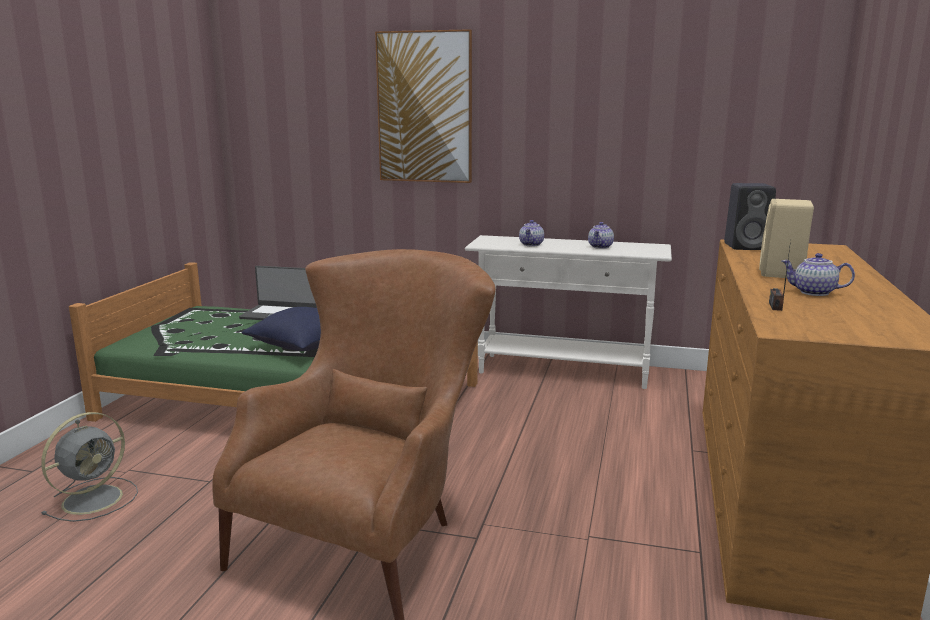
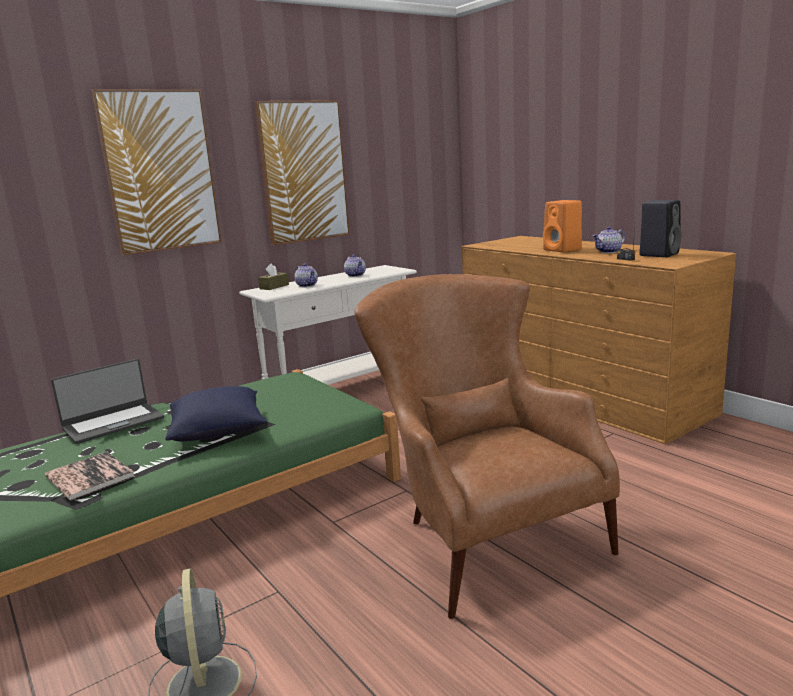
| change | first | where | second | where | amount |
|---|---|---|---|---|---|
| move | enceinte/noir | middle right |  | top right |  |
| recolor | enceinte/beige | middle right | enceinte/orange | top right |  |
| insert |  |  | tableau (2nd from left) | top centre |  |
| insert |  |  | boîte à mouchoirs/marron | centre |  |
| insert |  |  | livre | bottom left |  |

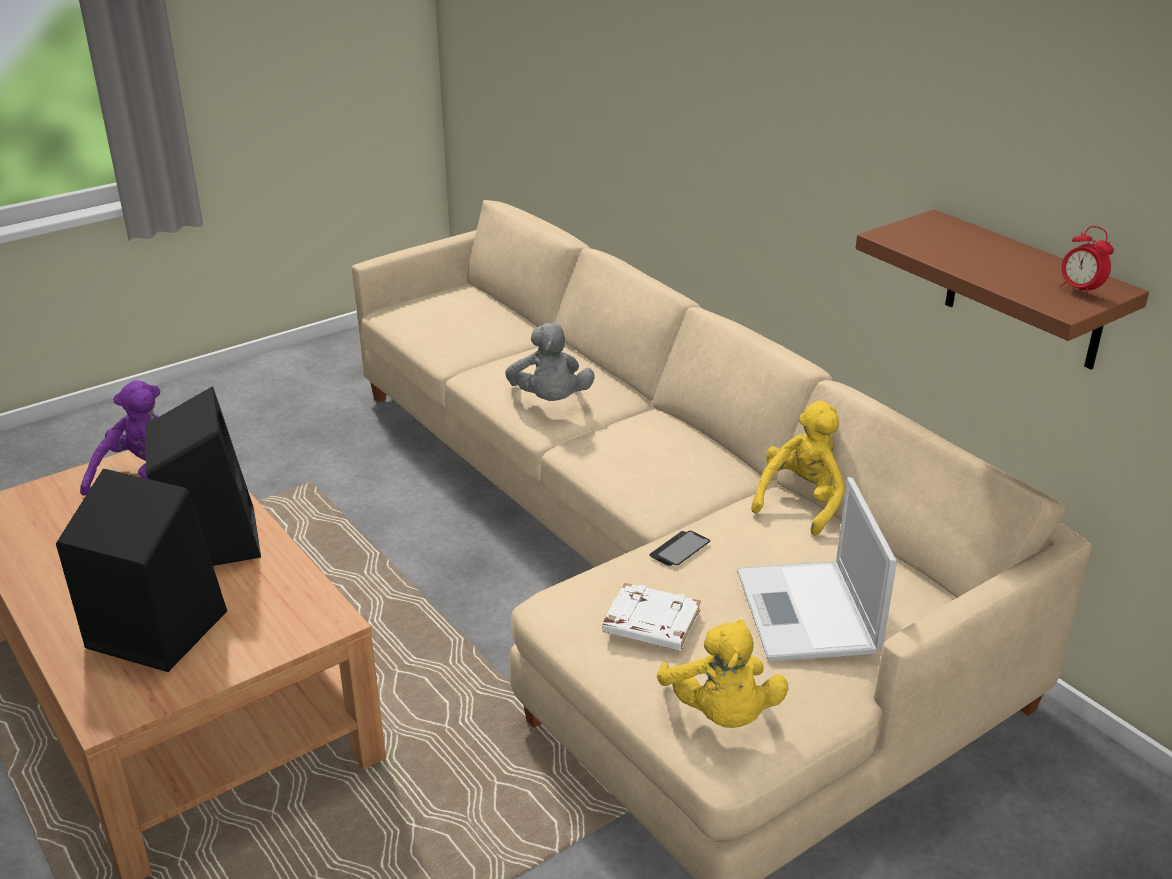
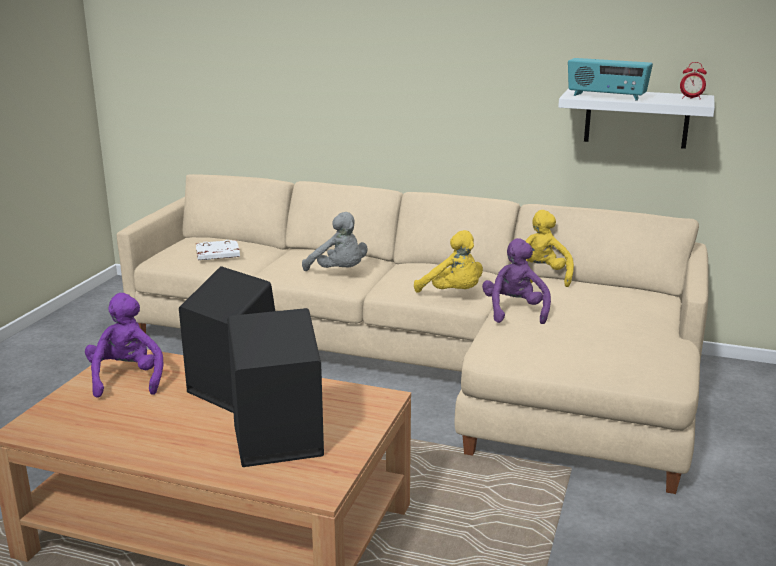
| change | first | where | second | where | amount |
|---|---|---|---|---|---|
| recolor | étagère/marron | top right | étagère/blanc | top right |  |
| delete | ordinateur portable | middle right |  |  |  |
| replace | téléphone | centre | peluche/violet (2nd from left) | centre |  |
| move | livre/blanc | bottom centre |  | middle left |  |
| move | peluche/jaune (1st from left) | bottom centre |  | centre |  |
| insert |  |  | radio | top right |  |

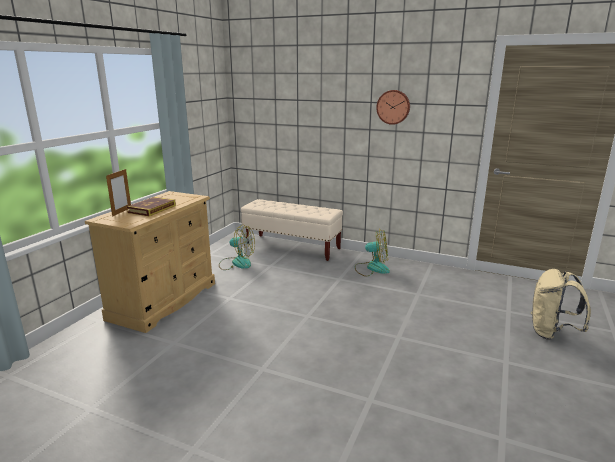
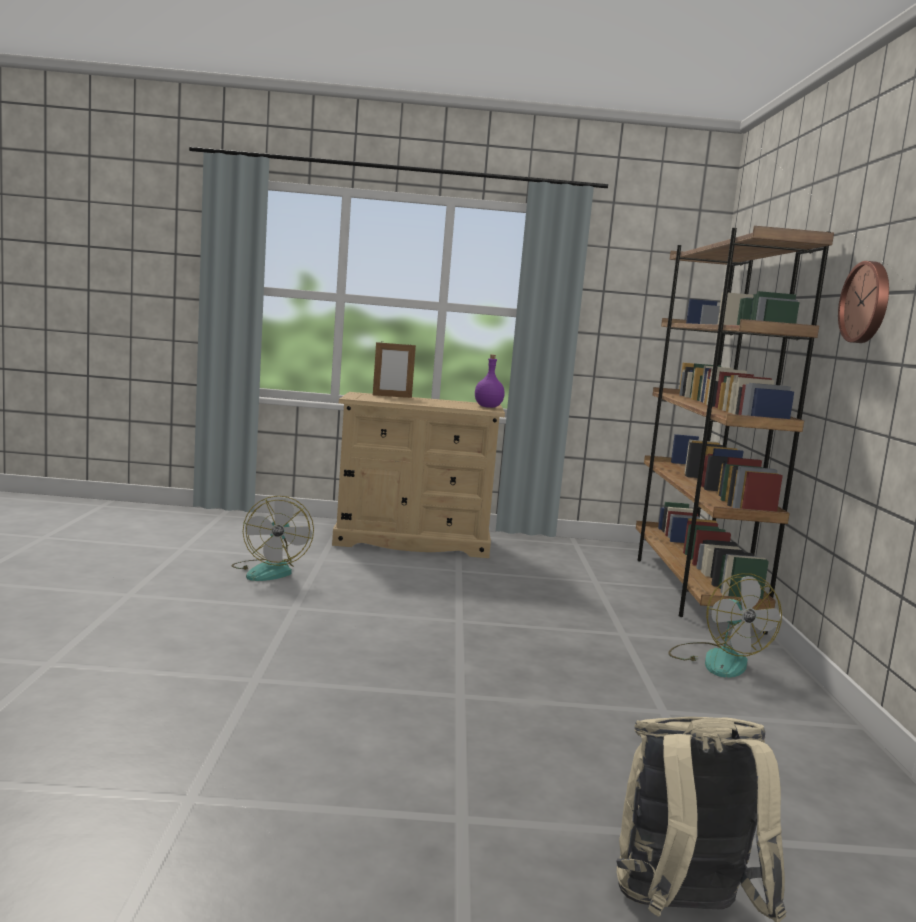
| change | first | where | second | where | amount |
|---|---|---|---|---|---|
| delete | livre | middle left |  |  |  |
| replace | banc/beige | centre | bibliothèque/marron | middle right |  |
| move | ventilateur (1st from left) | centre |  | middle left |  |
| insert |  |  | bouteille/violet | centre |  |

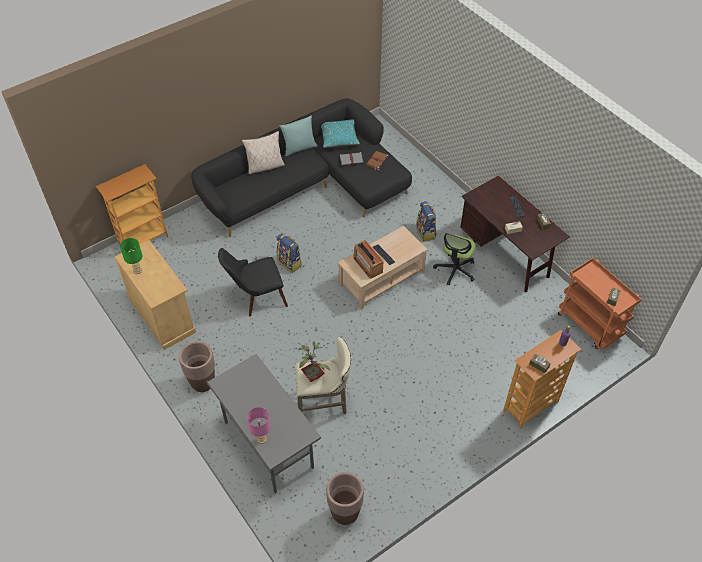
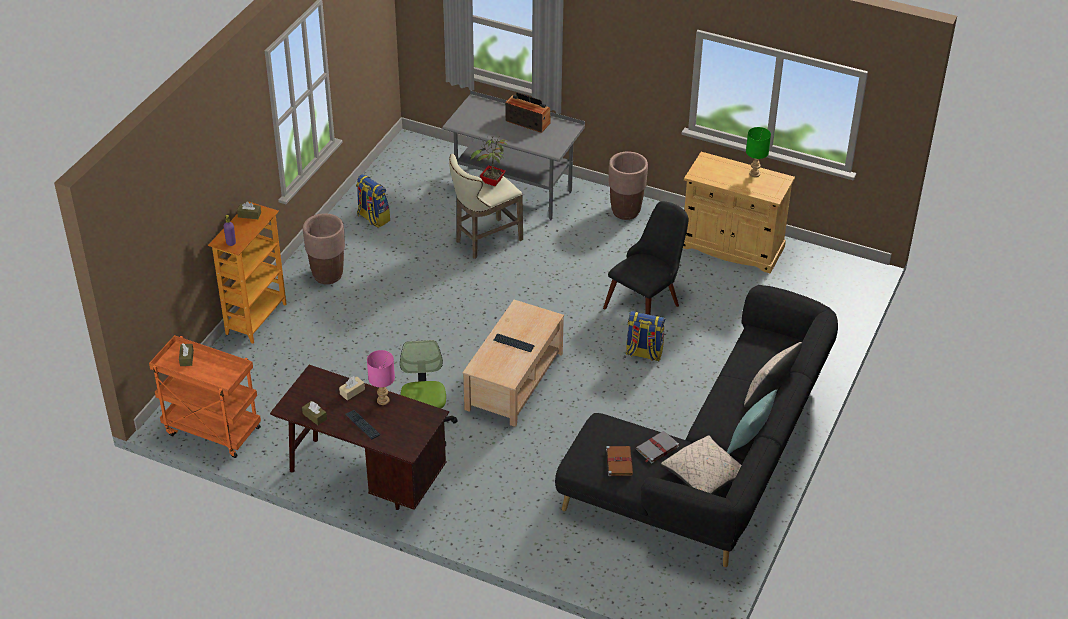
| change | first | where | second | where | amount |
|---|---|---|---|---|---|
| recolor | coussin/turquoise (2nd from left) | top centre | coussin/beige (1st from left) | bottom centre |  |
| delete | bibliothèque (1st from left) | middle left |  |  |  |
| move | sac à dos (2nd from left in the first image) | centre | sac à dos (1st from left) | top centre |  |
| move | radio | centre |  | top centre |  |
| move | lampe de table/rose | bottom centre |  | centre |  |
| move | cache-pot/marron (2nd from left in the first image) | bottom centre | cache-pot/marron (1st from left) | middle left |  |

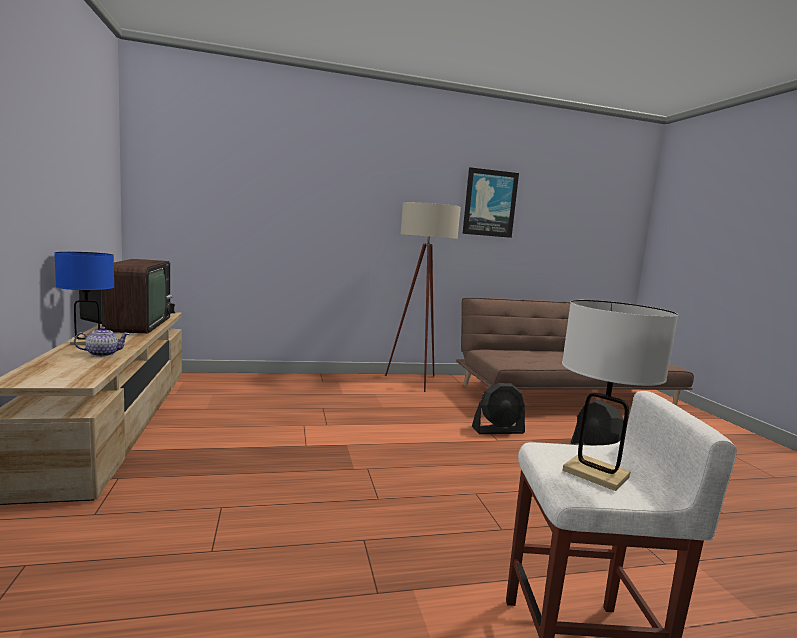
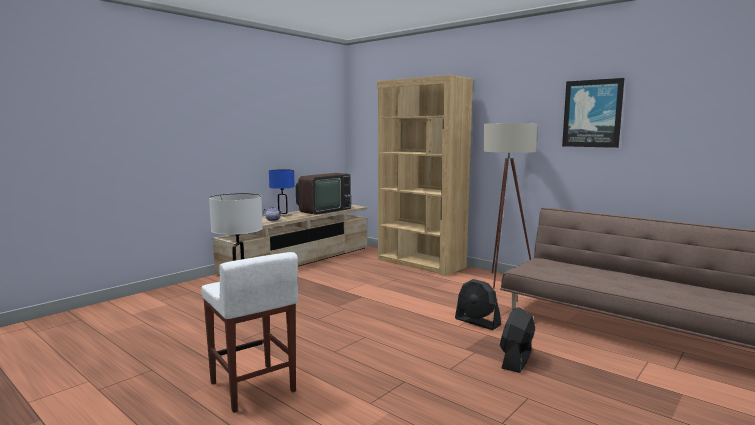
| change | first | where | second | where | amount |
|---|---|---|---|---|---|
| insert |  |  | bibliothèque/marron | centre |  |

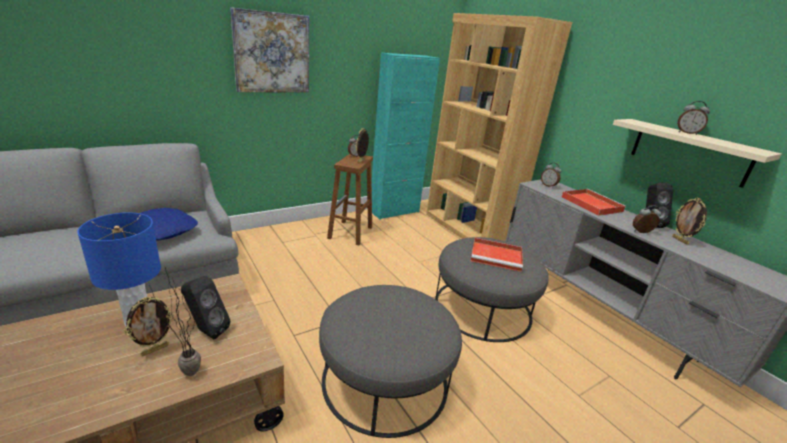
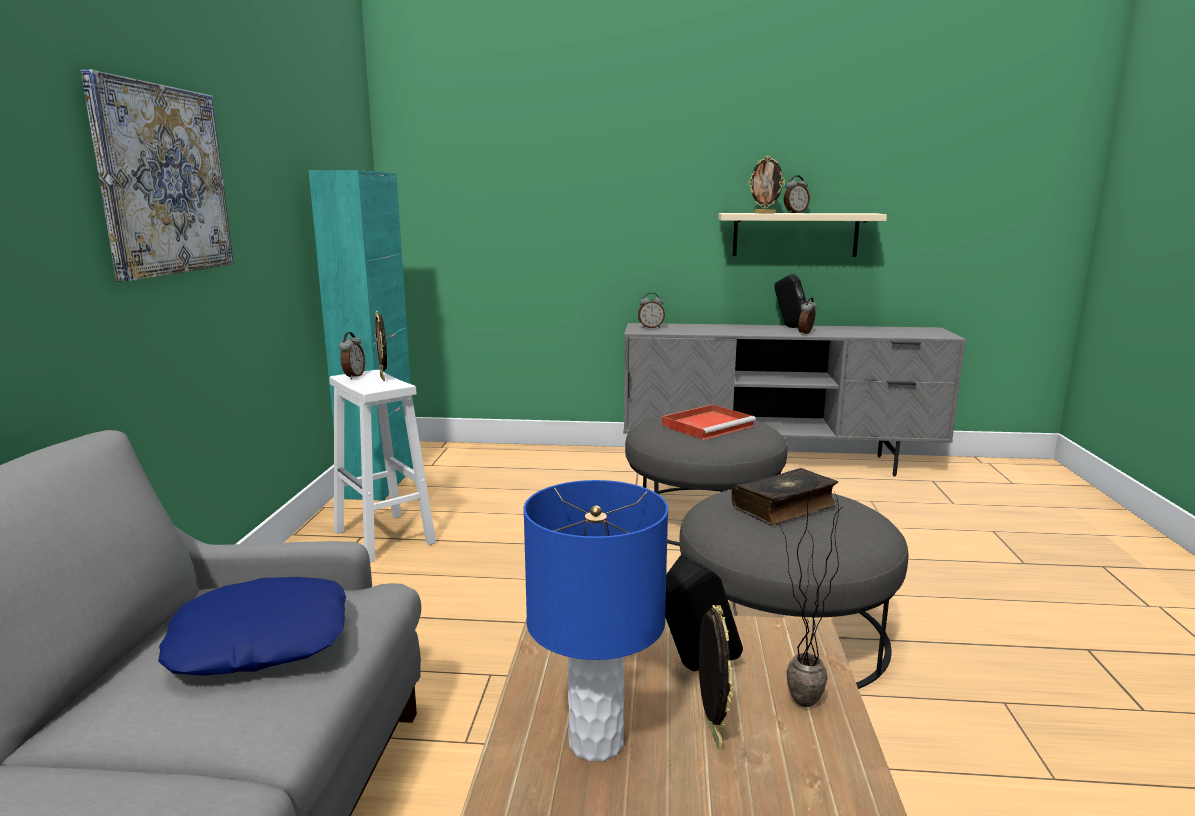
| change | first | where | second | where | amount |
|---|---|---|---|---|---|
| delete | bibliothèque/marron | top centre |  |  |  |
| recolor | tabouret/marron | centre | tabouret/blanc | middle left |  |
| delete | plateau/rouge (2nd from left) | middle right |  |  |  |
| move | cadre photo (3rd from left) | middle right |  | top centre |  |
| insert |  |  | livre | centre |  |

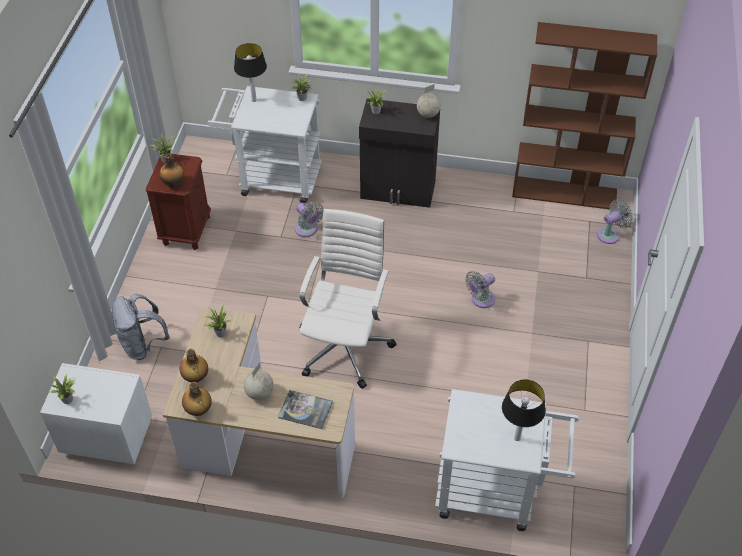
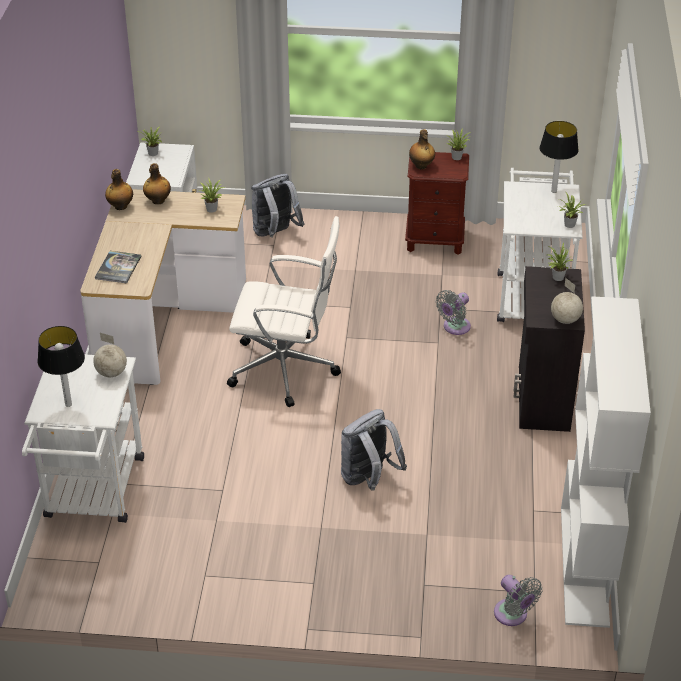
| change | first | where | second | where | amount |
|---|---|---|---|---|---|
| recolor | bibliothèque/marron | top right | bibliothèque/blanc | bottom right |  |
| replace | ventilateur/gris (2nd from left) | centre | sac à dos/gris (2nd from left) | centre |  |
| move | globe (1st from left) | bottom centre |  | middle left |  |

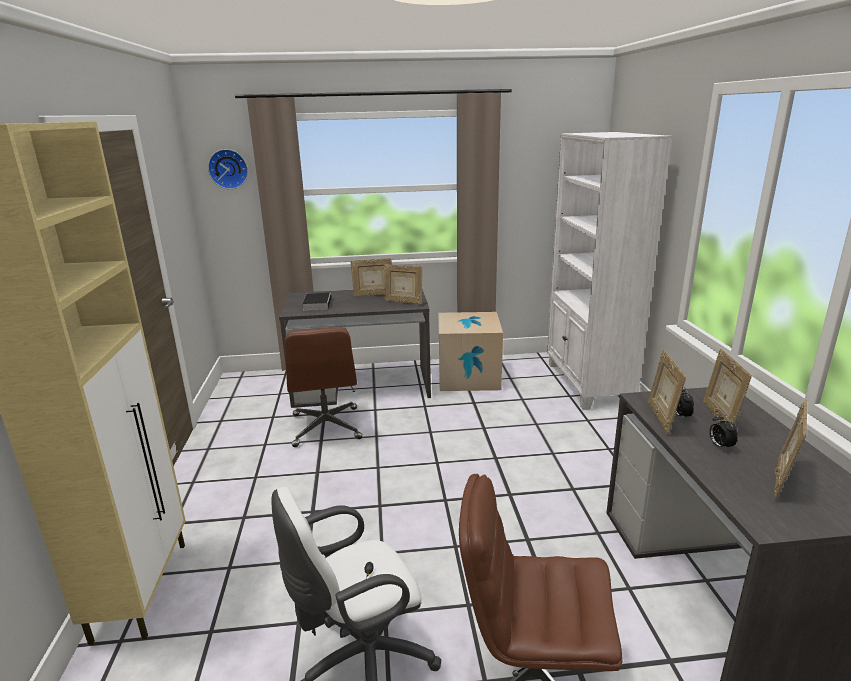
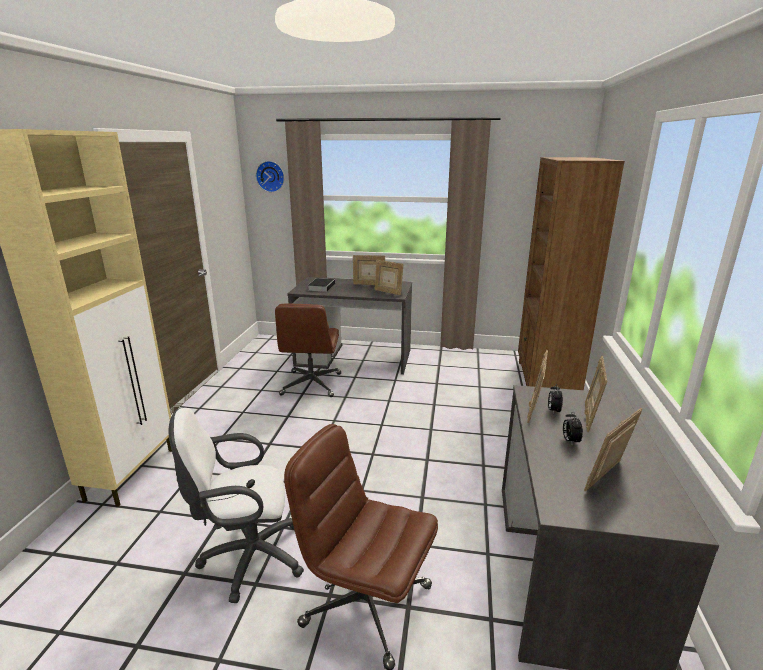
| change | first | where | second | where | amount |
|---|---|---|---|---|---|
| recolor | bibliothèque/blanc | middle right | bibliothèque/marron | middle right |  |
| delete | carton | centre |  |  |  |

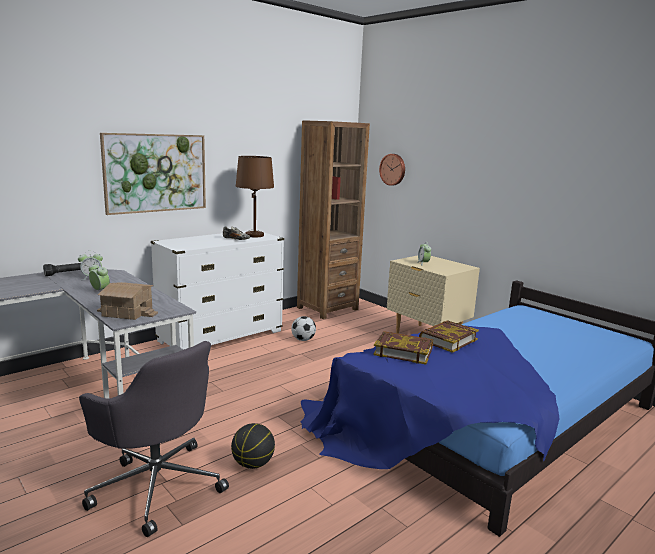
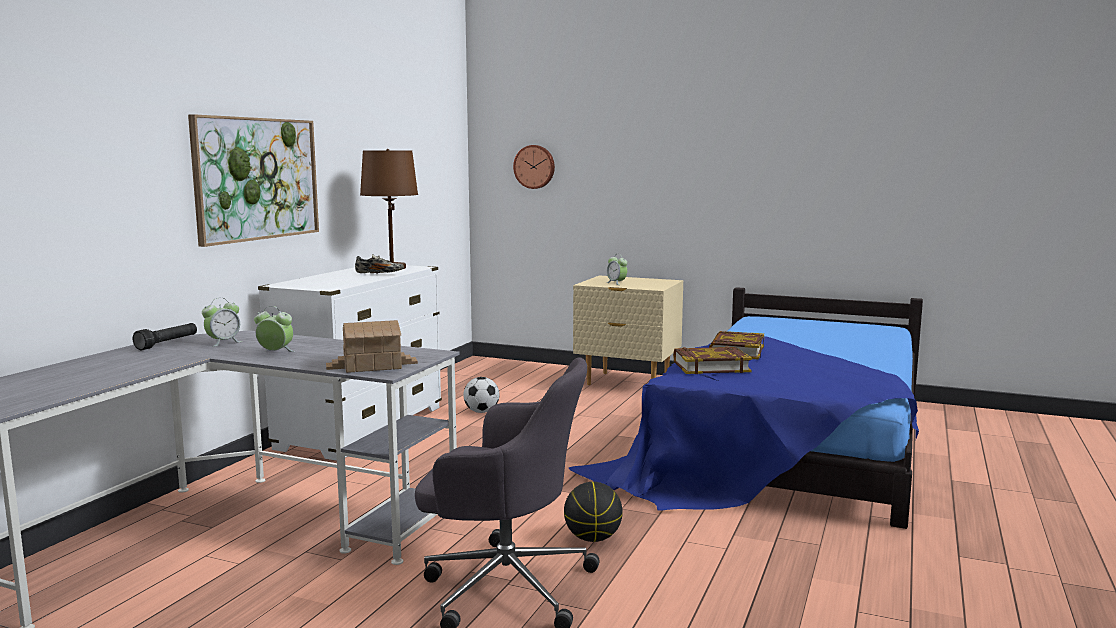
| change | first | where | second | where | amount |
|---|---|---|---|---|---|
| delete | bibliothèque/marron | centre |  |  |  |

